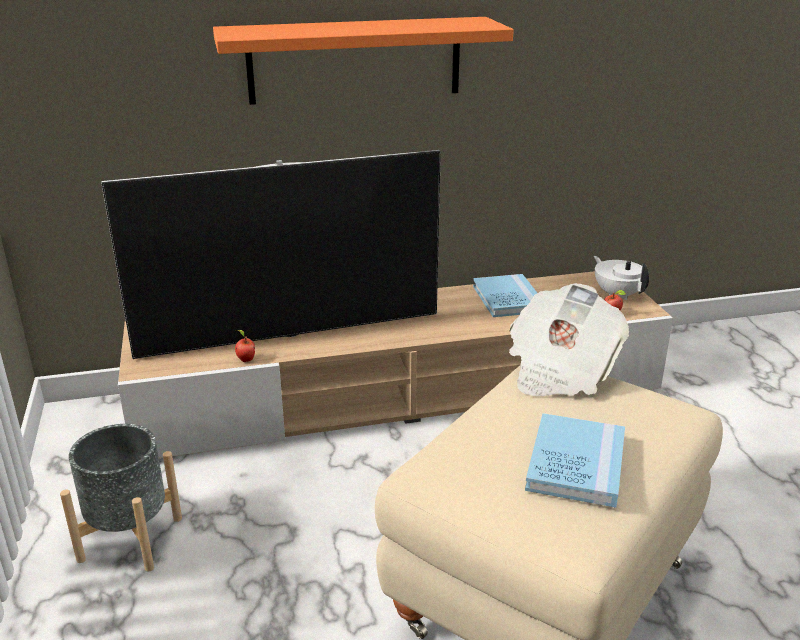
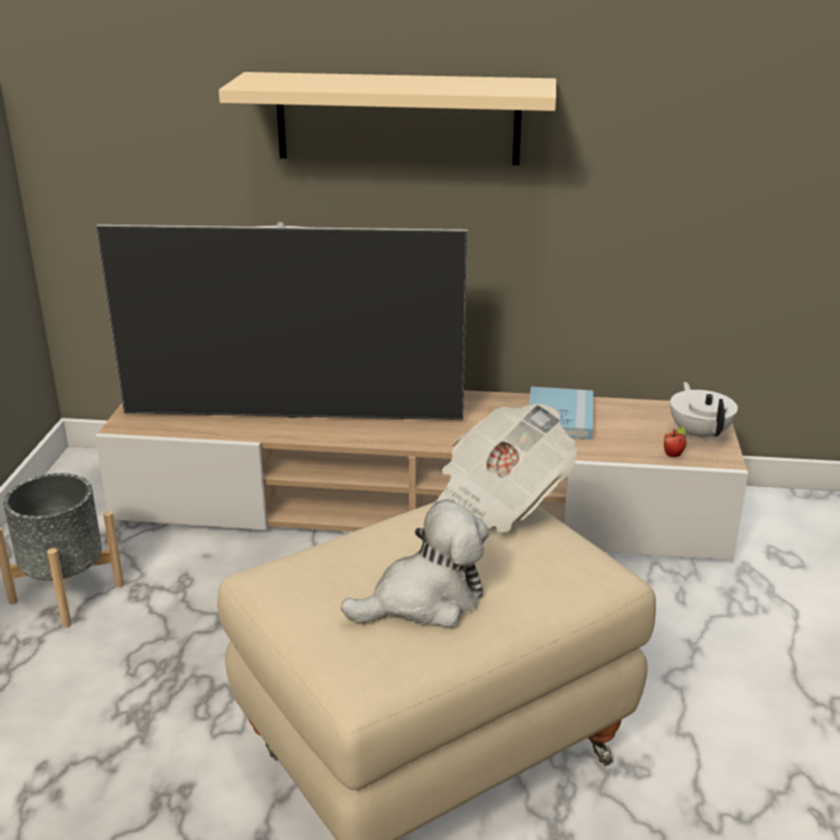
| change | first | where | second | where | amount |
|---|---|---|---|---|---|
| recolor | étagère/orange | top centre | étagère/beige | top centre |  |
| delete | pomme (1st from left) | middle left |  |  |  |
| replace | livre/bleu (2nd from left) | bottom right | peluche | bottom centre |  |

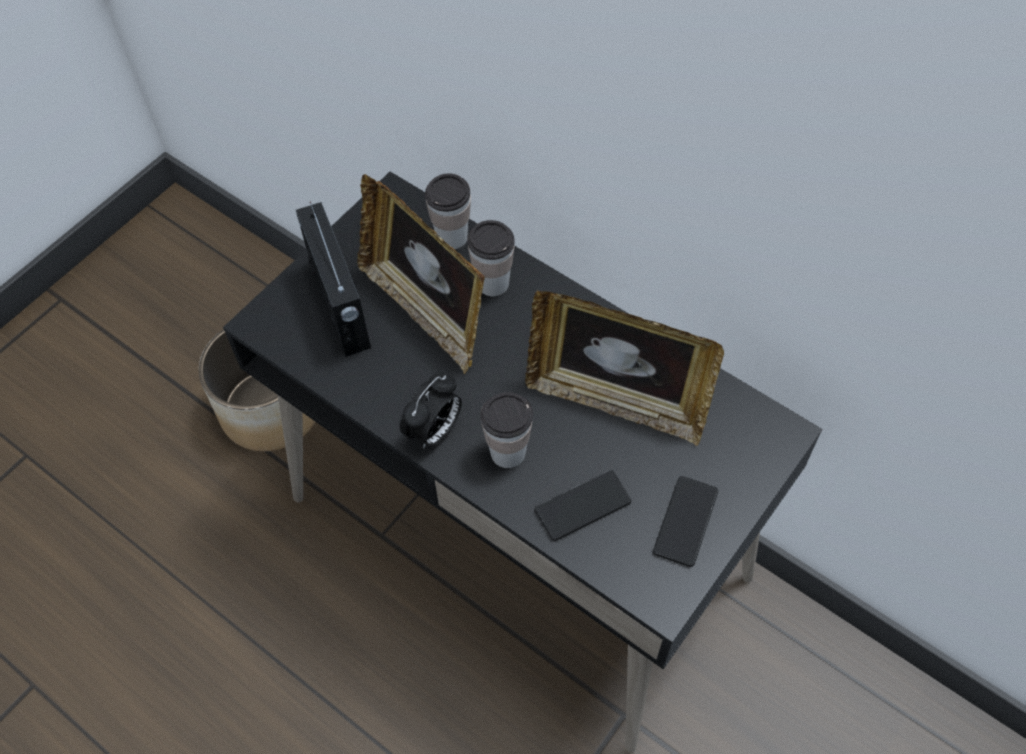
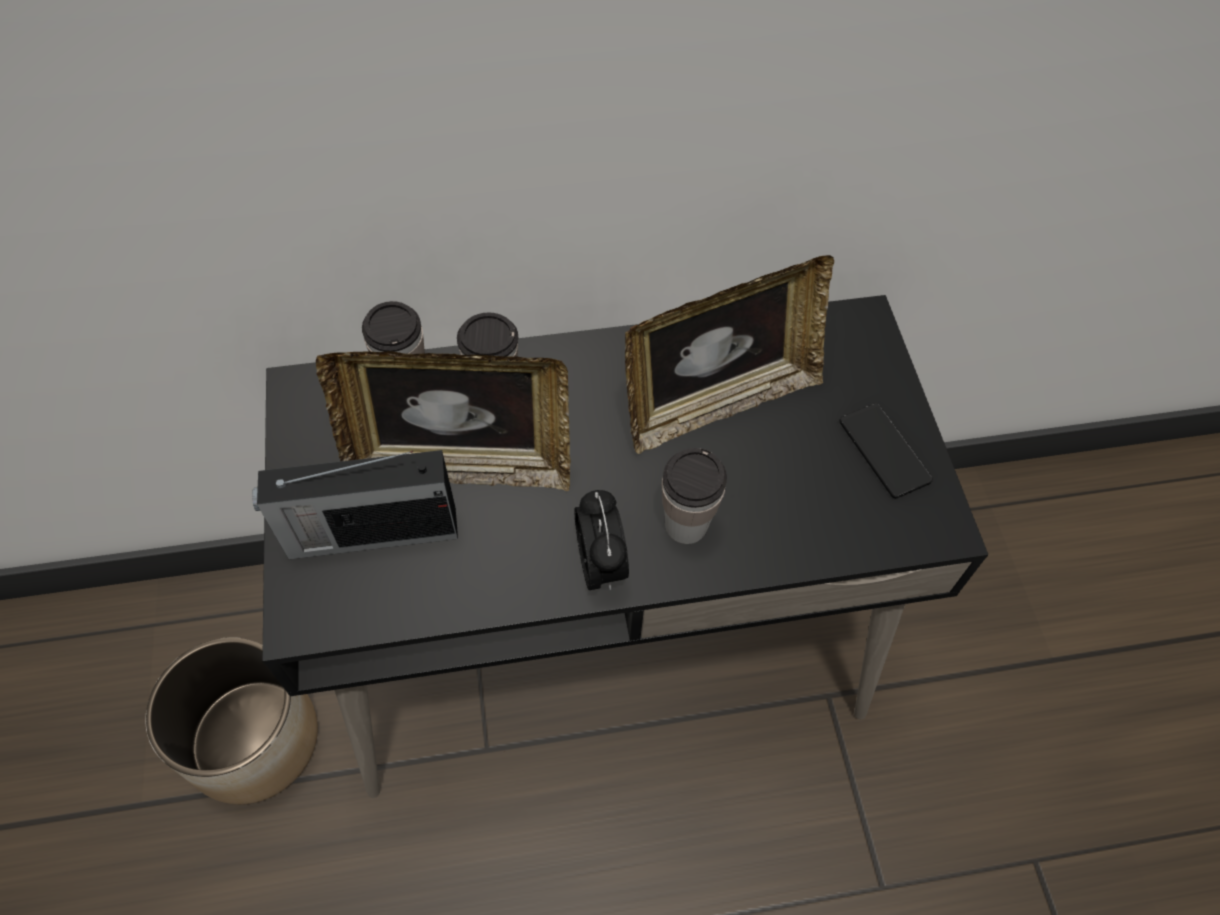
| change | first | where | second | where | amount |
|---|---|---|---|---|---|
| rotate | radio | middle left |  | middle left | 150 degrees clockwise |
| delete | téléphone (1st from left) | bottom centre |  |  |  |

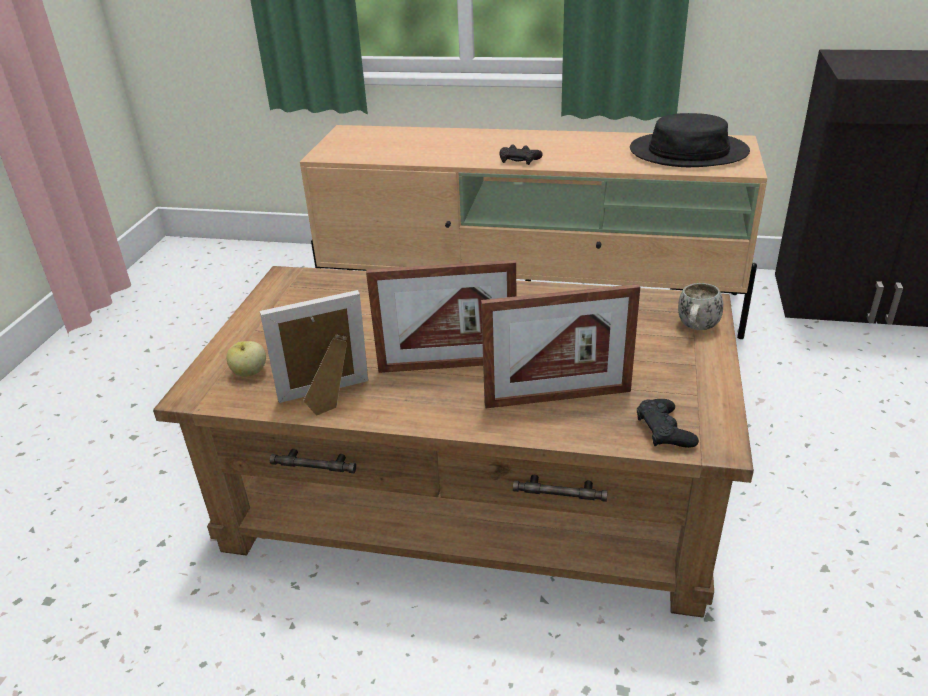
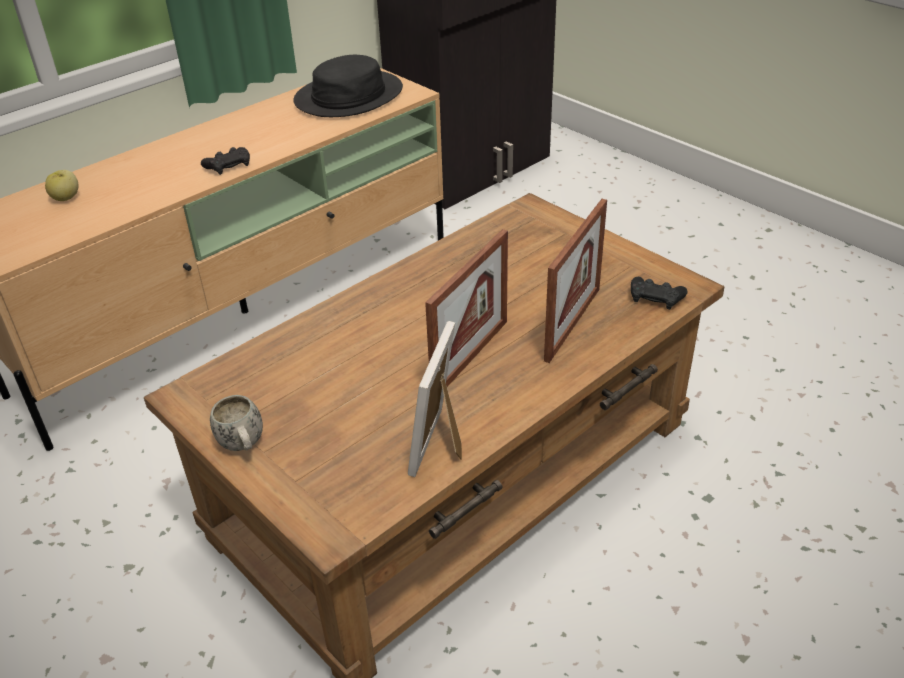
| change | first | where | second | where | amount |
|---|---|---|---|---|---|
| move | mug/blanc | middle right |  | middle left |  |
| move | pomme | middle left |  | top left |  |

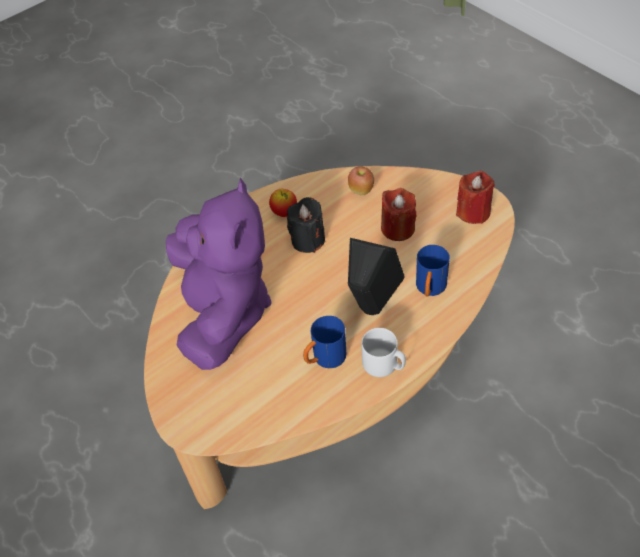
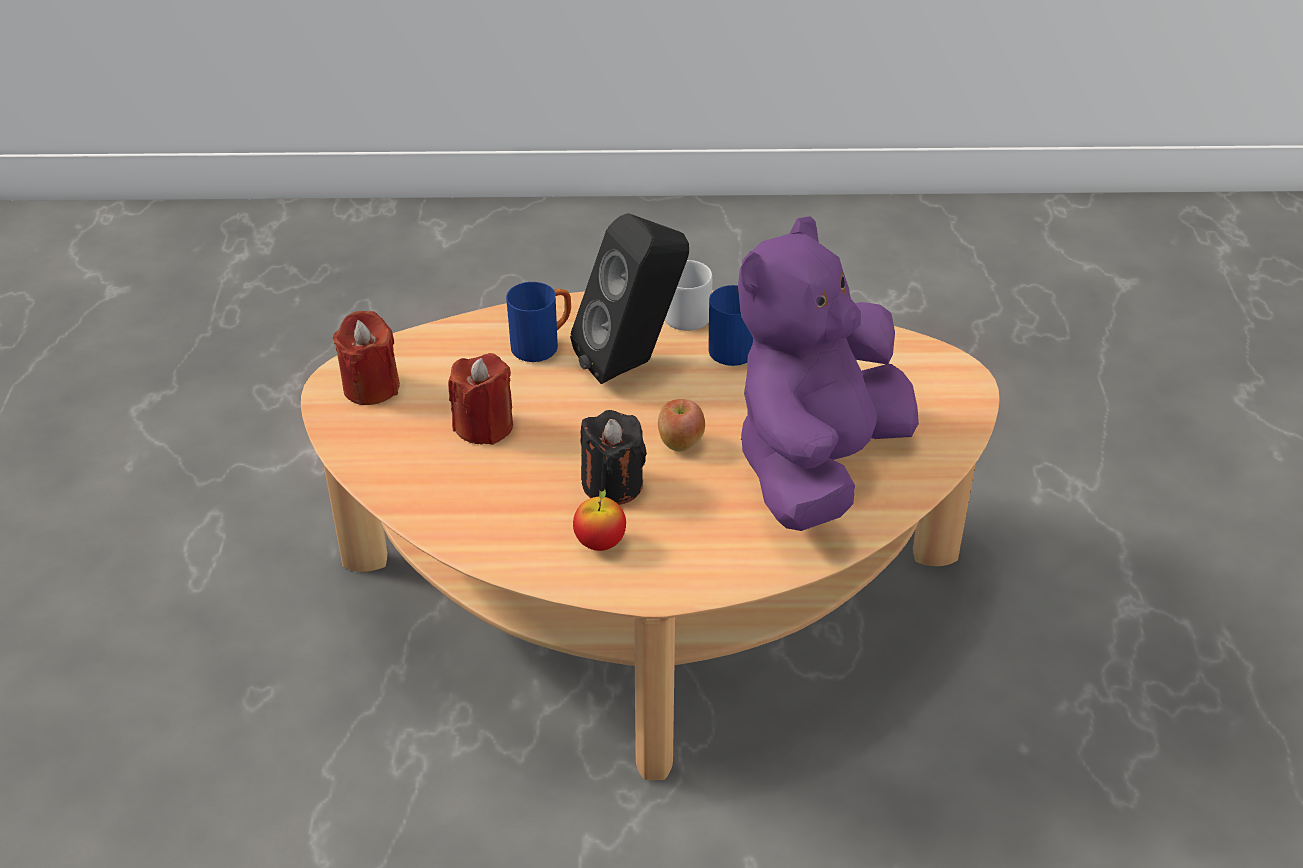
| change | first | where | second | where | amount |
|---|---|---|---|---|---|
| move | pomme (2nd from left) | top centre |  | centre |  |

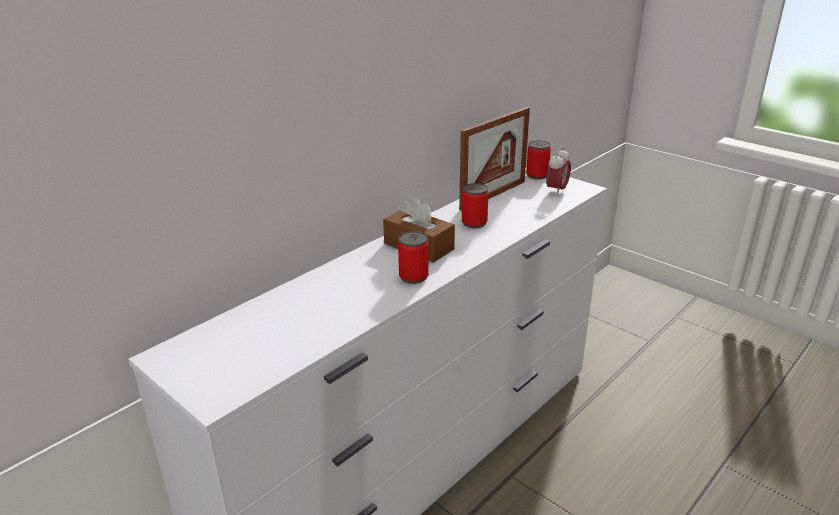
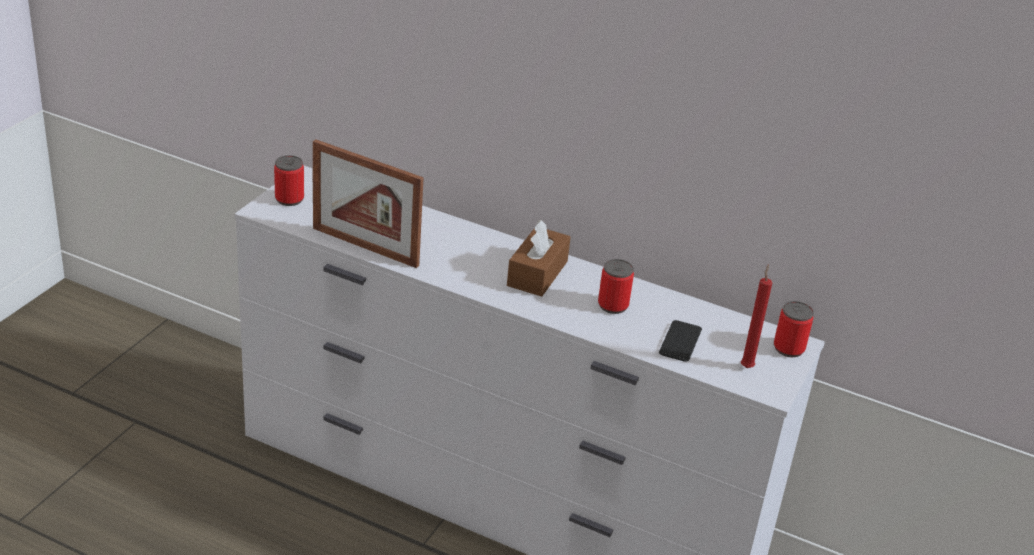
| change | first | where | second | where | amount |
|---|---|---|---|---|---|
| move | cadre photo | top centre |  | centre |  |
| replace | réveil | top centre | bougie/rouge | middle right |  |
| move | boîte métallique (1st from left) | centre |  | top left |  |
| insert |  |  | téléphone | centre |  |

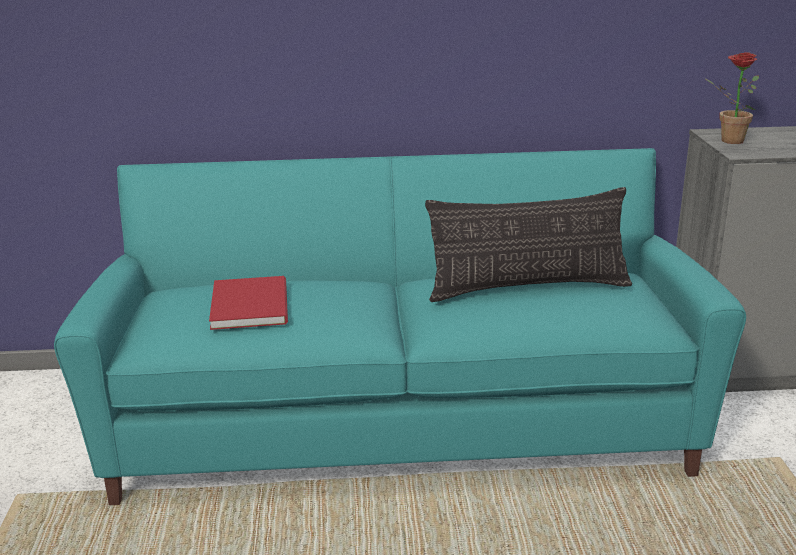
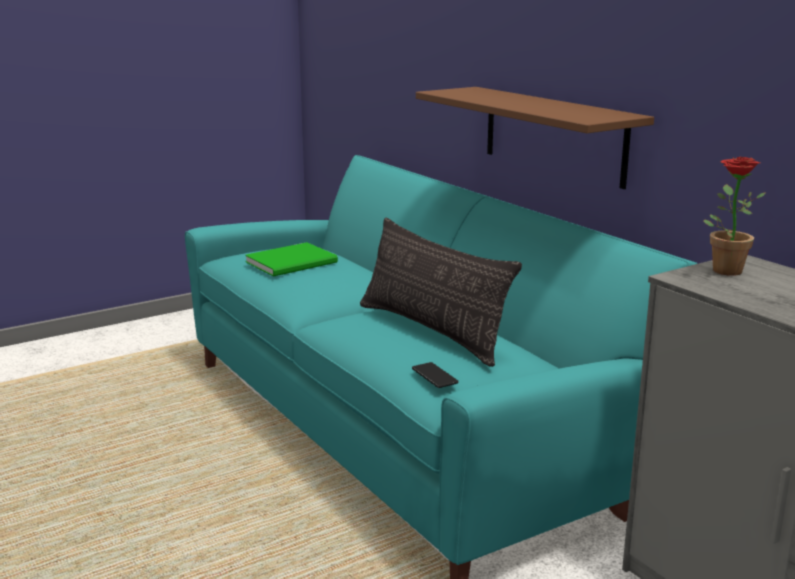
| change | first | where | second | where | amount |
|---|---|---|---|---|---|
| recolor | livre/rouge | middle left | livre/vert | centre |  |
| insert |  |  | étagère/marron | top right |  |
| insert |  |  | téléphone | centre |  |

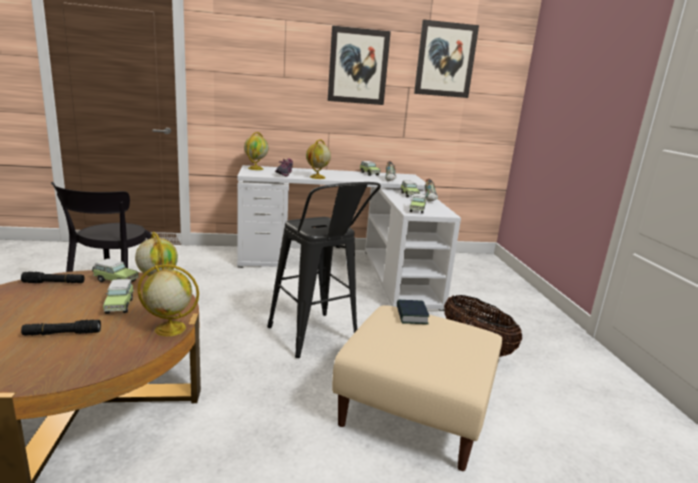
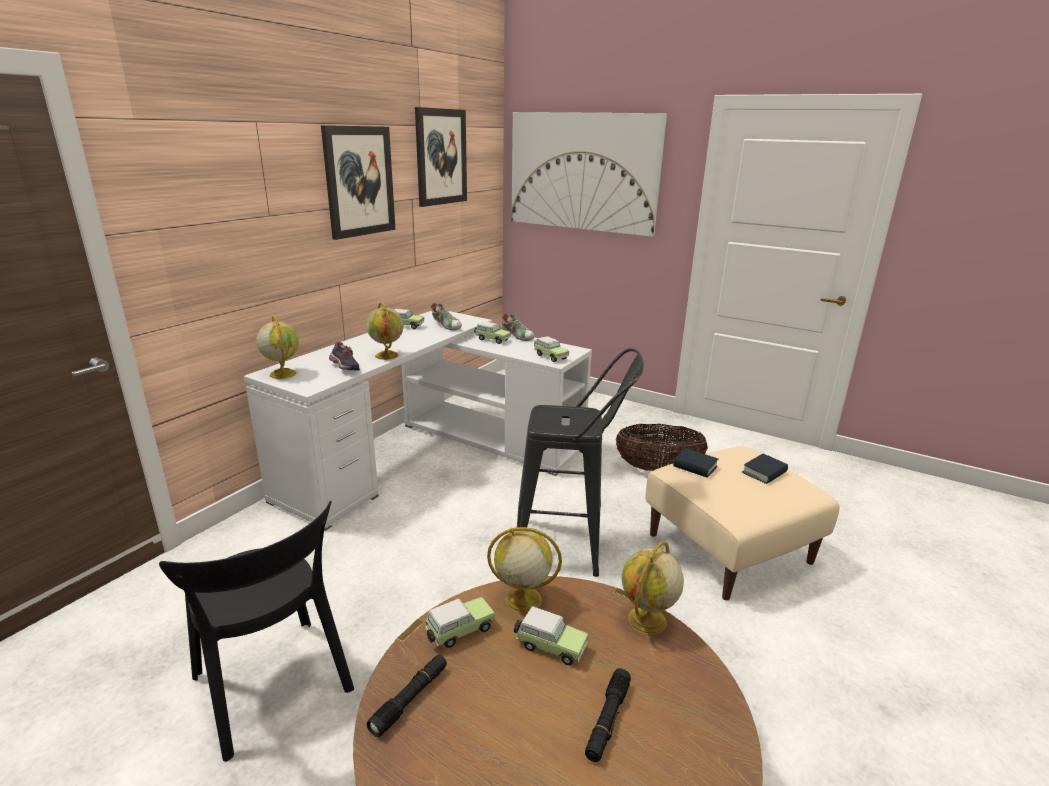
| change | first | where | second | where | amount |
|---|---|---|---|---|---|
| insert |  |  | tableau (3rd from left) | top centre |  |
| insert |  |  | livre (2nd from left) | middle right |  |

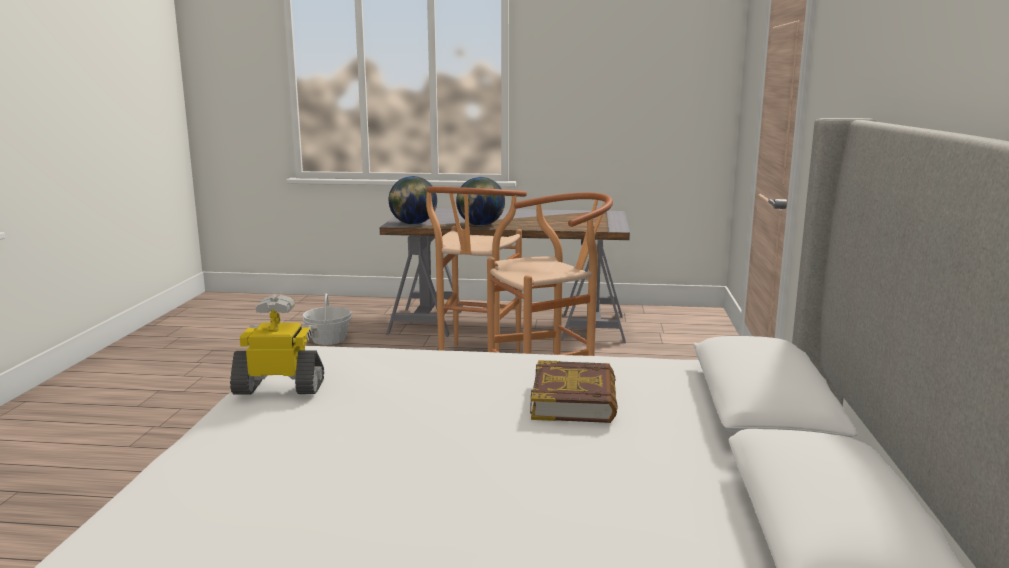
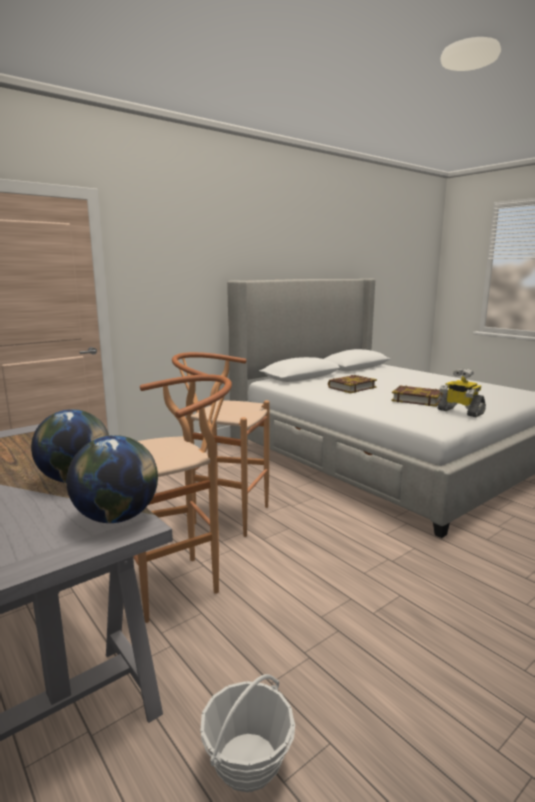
| change | first | where | second | where | amount |
|---|---|---|---|---|---|
| insert |  |  | livre (2nd from left) | middle right |  |

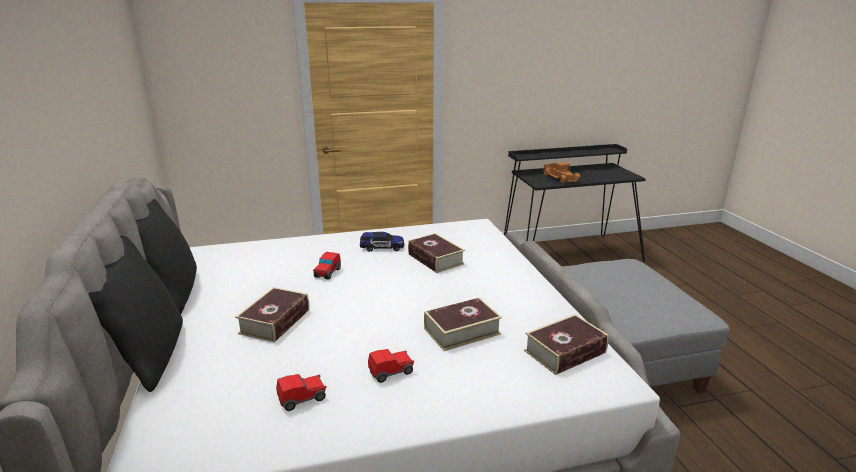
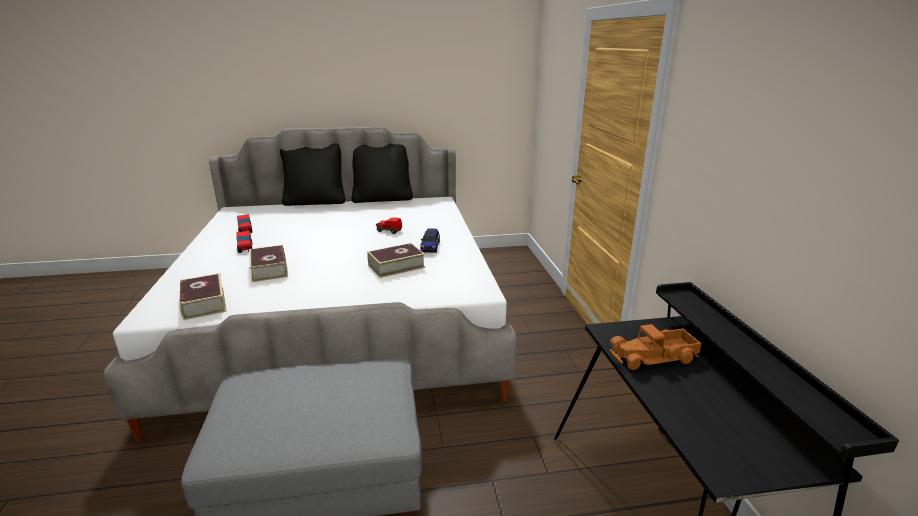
| change | first | where | second | where | amount |
|---|---|---|---|---|---|
| delete | livre (1st from left) | middle left |  |  |  |

